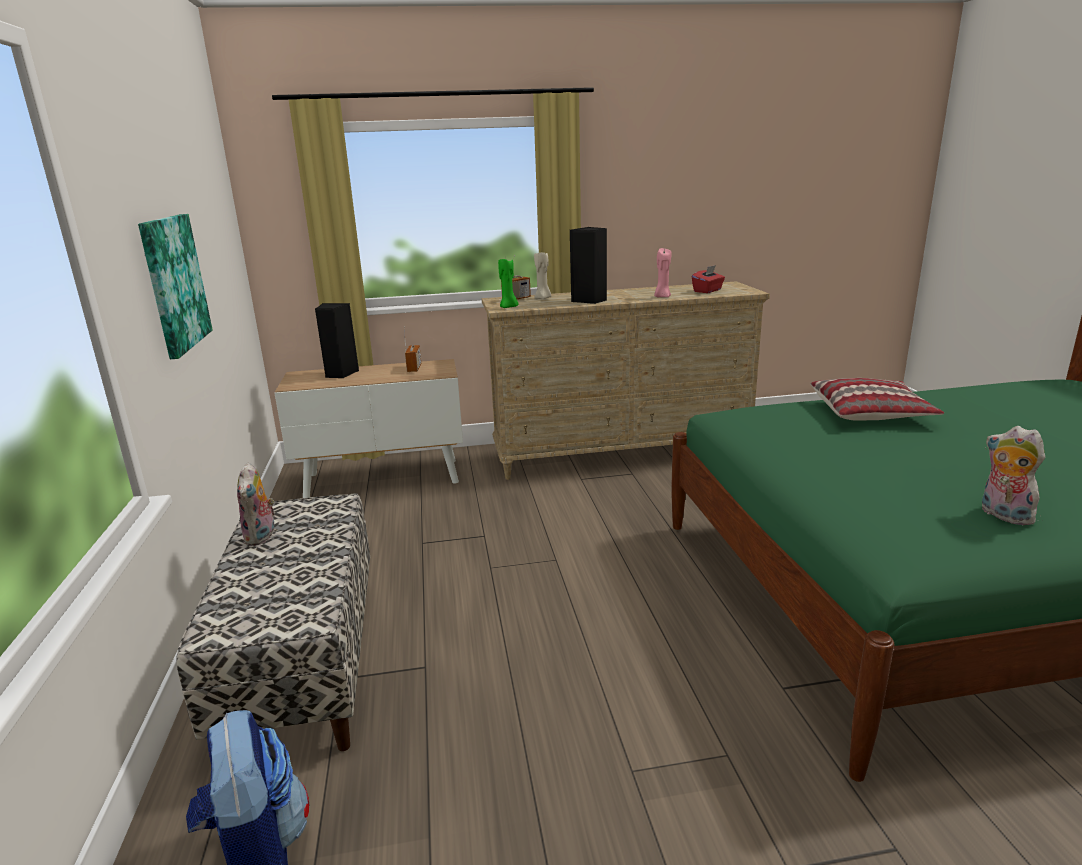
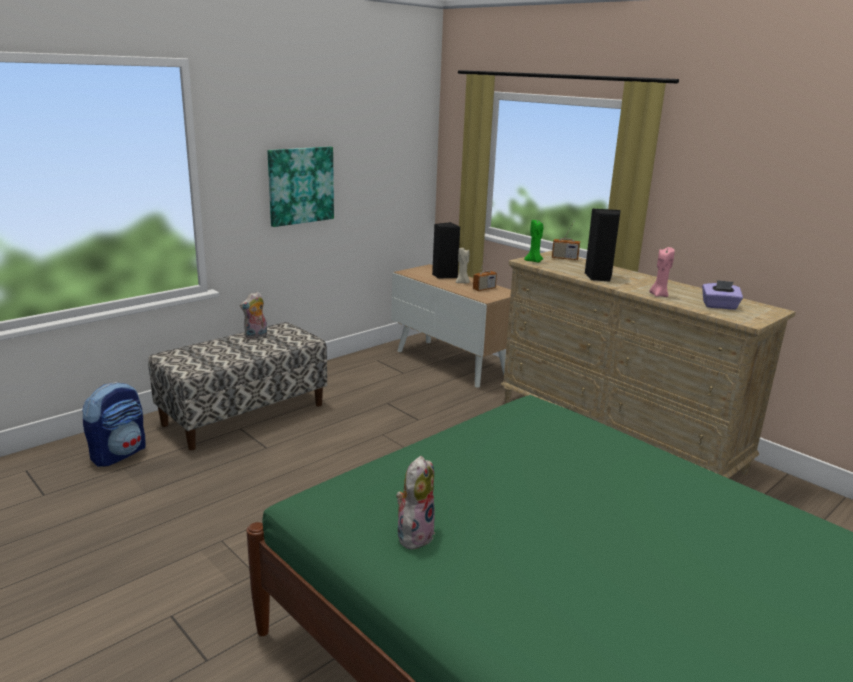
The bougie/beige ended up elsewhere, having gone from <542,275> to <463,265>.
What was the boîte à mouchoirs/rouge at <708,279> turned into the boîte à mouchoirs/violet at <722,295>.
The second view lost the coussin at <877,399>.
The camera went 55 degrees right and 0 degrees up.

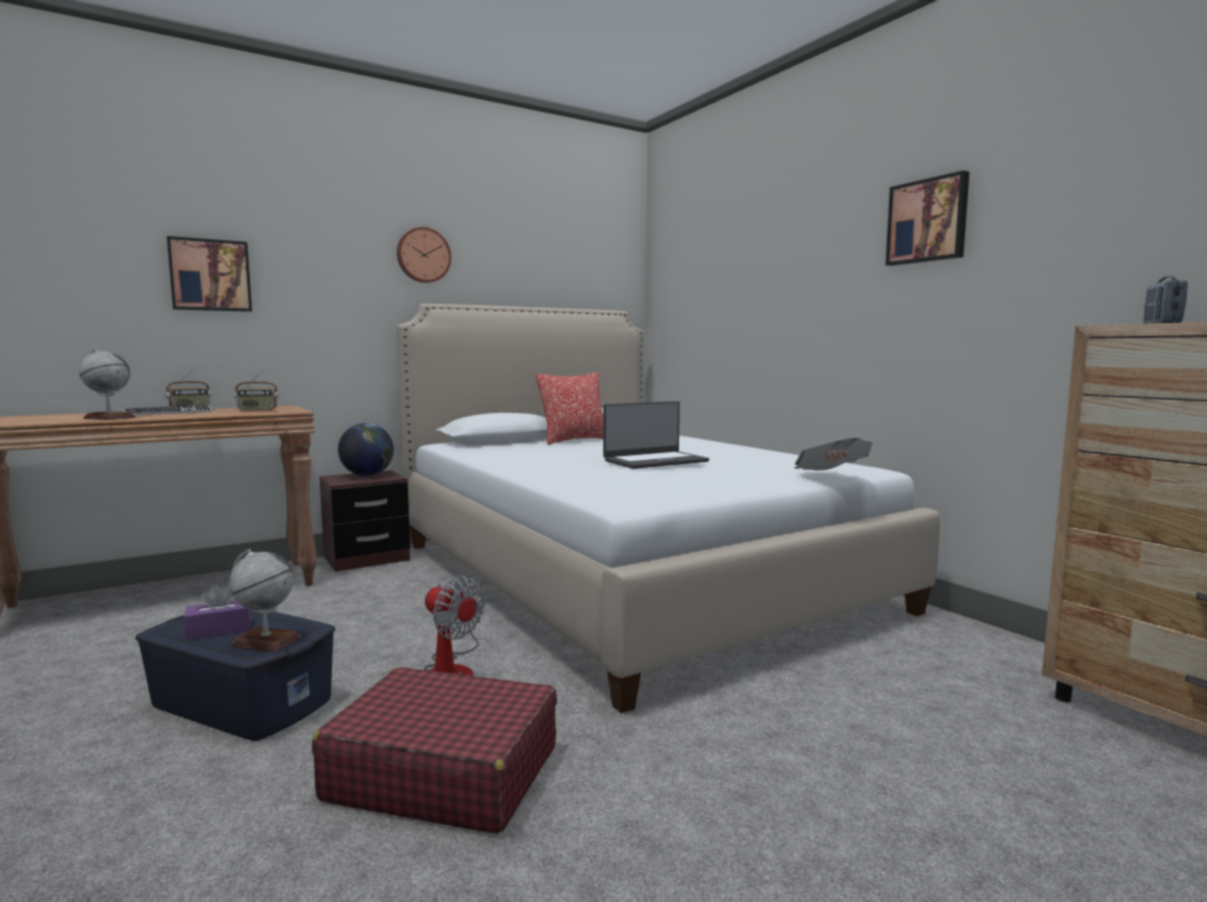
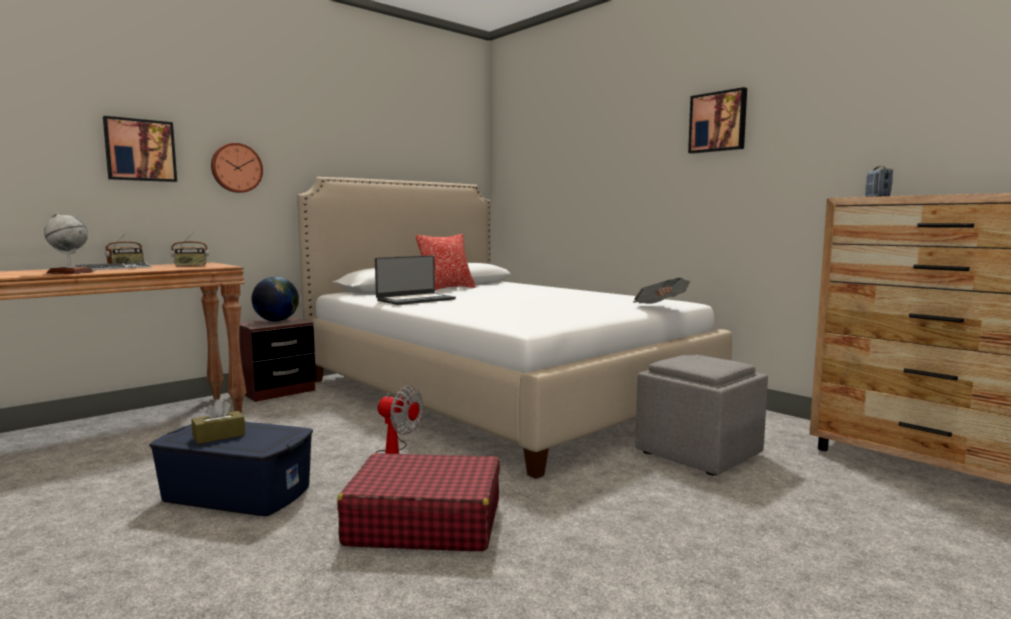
What was the boîte à mouchoirs/violet at <217,612> turned into the boîte à mouchoirs/marron at <218,422>.
The horloge murale ended up elsewhere, having gone from <424,255> to <237,168>.
The ordinateur portable ended up elsewhere, having gone from <656,435> to <415,280>.
The second view gained the pouf/gris at <701,414>.
The second view lost the globe at <265,600>.
The camera went 10 degrees left and 0 degrees up.

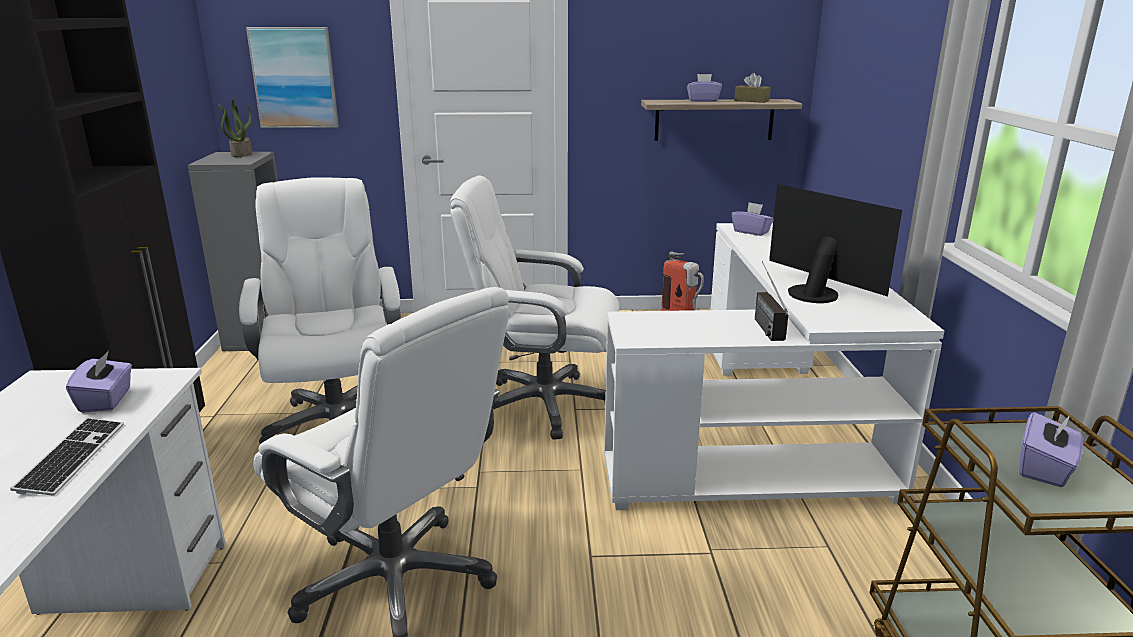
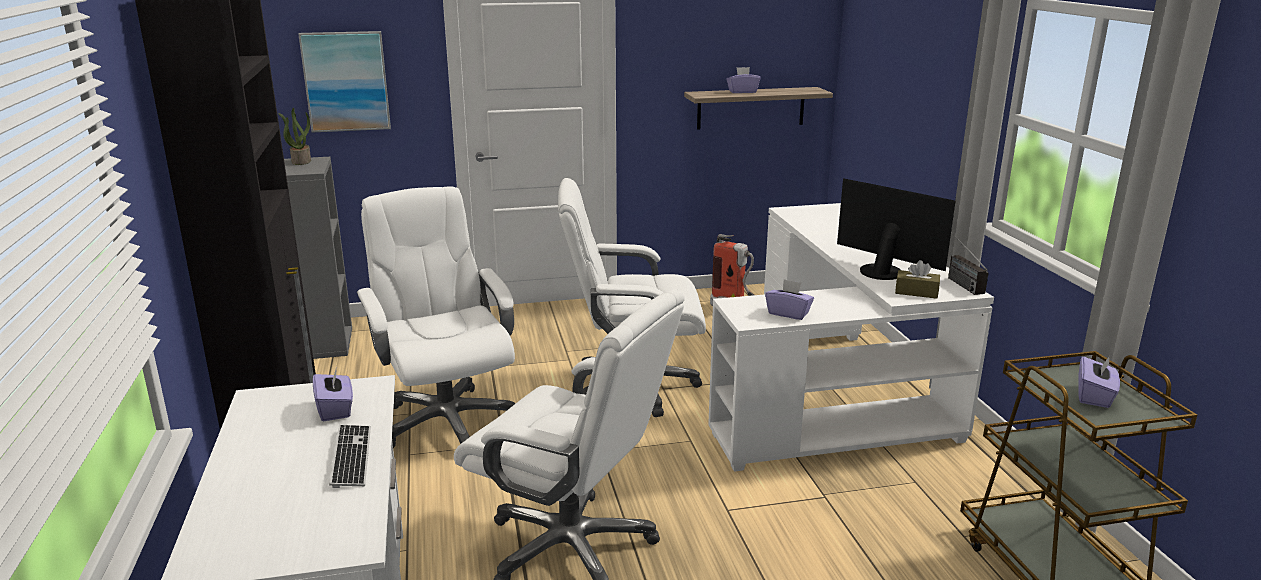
The boîte à mouchoirs/violet ended up elsewhere, having gone from <753,219> to <789,299>.
The boîte à mouchoirs/marron ended up elsewhere, having gone from <752,88> to <917,279>.
The radio ended up elsewhere, having gone from <771,301> to <968,263>.
The camera went 10 degrees left and 0 degrees up.

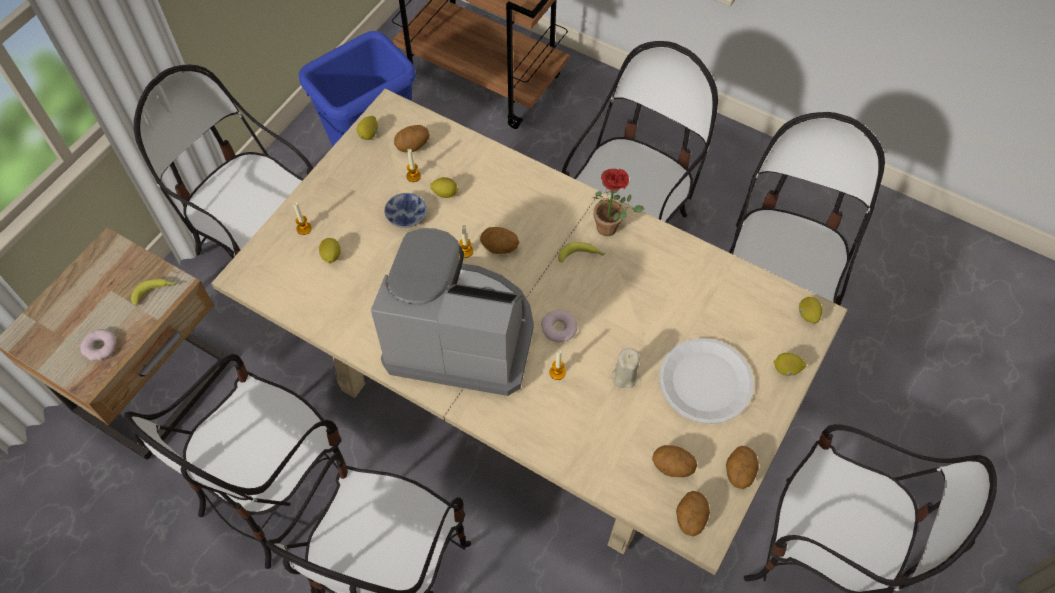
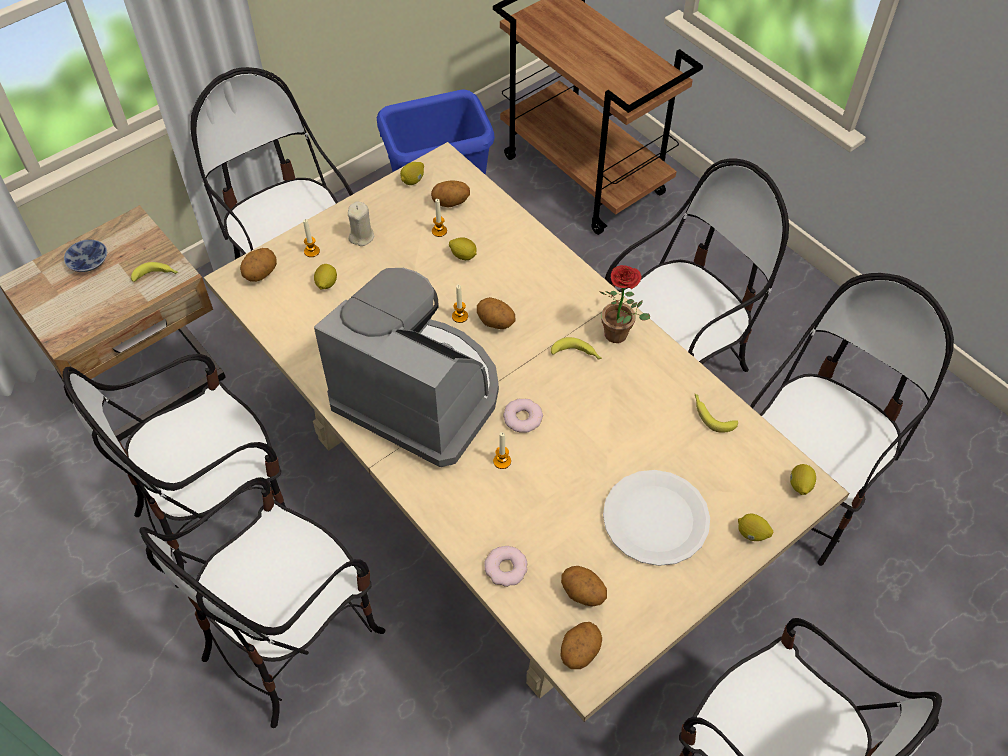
The bol ended up elsewhere, having gone from <405,210> to <85,255>.
The pomme de terre ended up elsewhere, having gone from <742,467> to <258,265>.
The bougie/beige ended up elsewhere, having gone from <626,368> to <361,223>.
The beignet ended up elsewhere, having gone from <98,345> to <505,566>.
The second view gained the banane at <716,413>.
The camera went 20 degrees right and 5 degrees down.

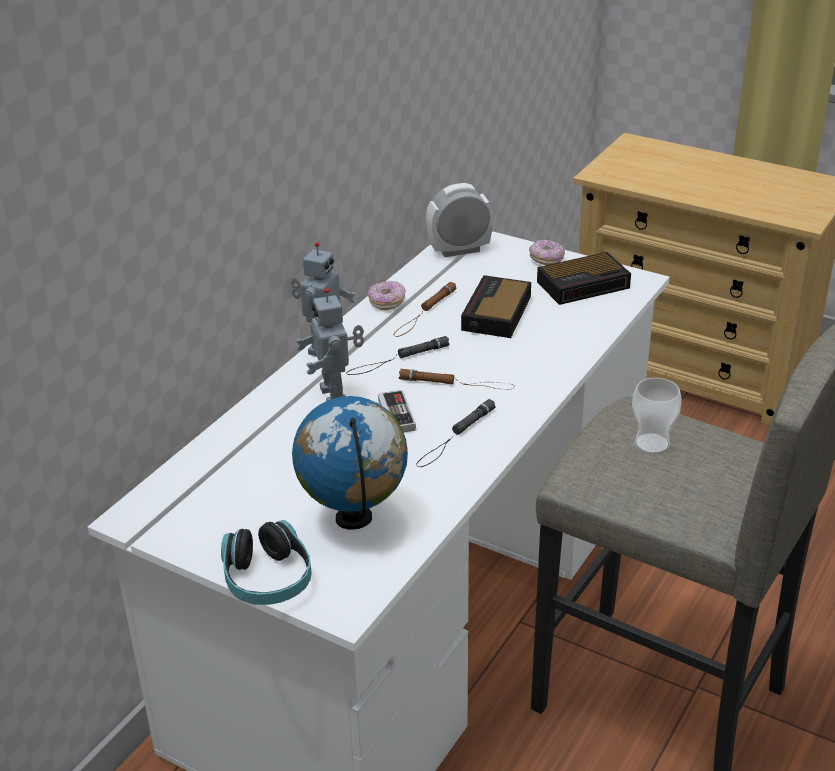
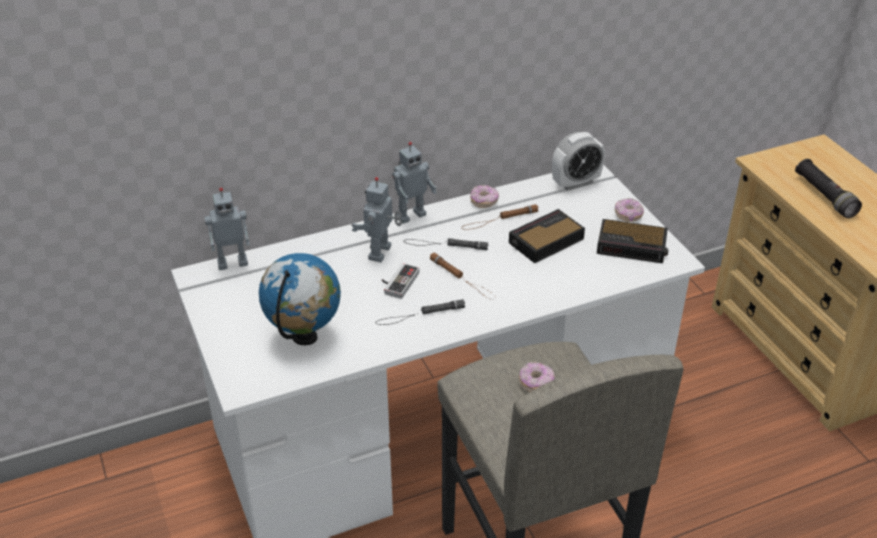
The second view gained the robot jouet at <227,229>.
Where the tasse stood at <657,416>, the beignet came to stand at <537,377>.
The réveil at <459,220> ended up facing another way, 135 degrees clockwise from before.
The second view gained the lampe de poche/noir at <828,188>.
The second view lost the casque audio at <266,562>.
The camera went 35 degrees right and 5 degrees up.

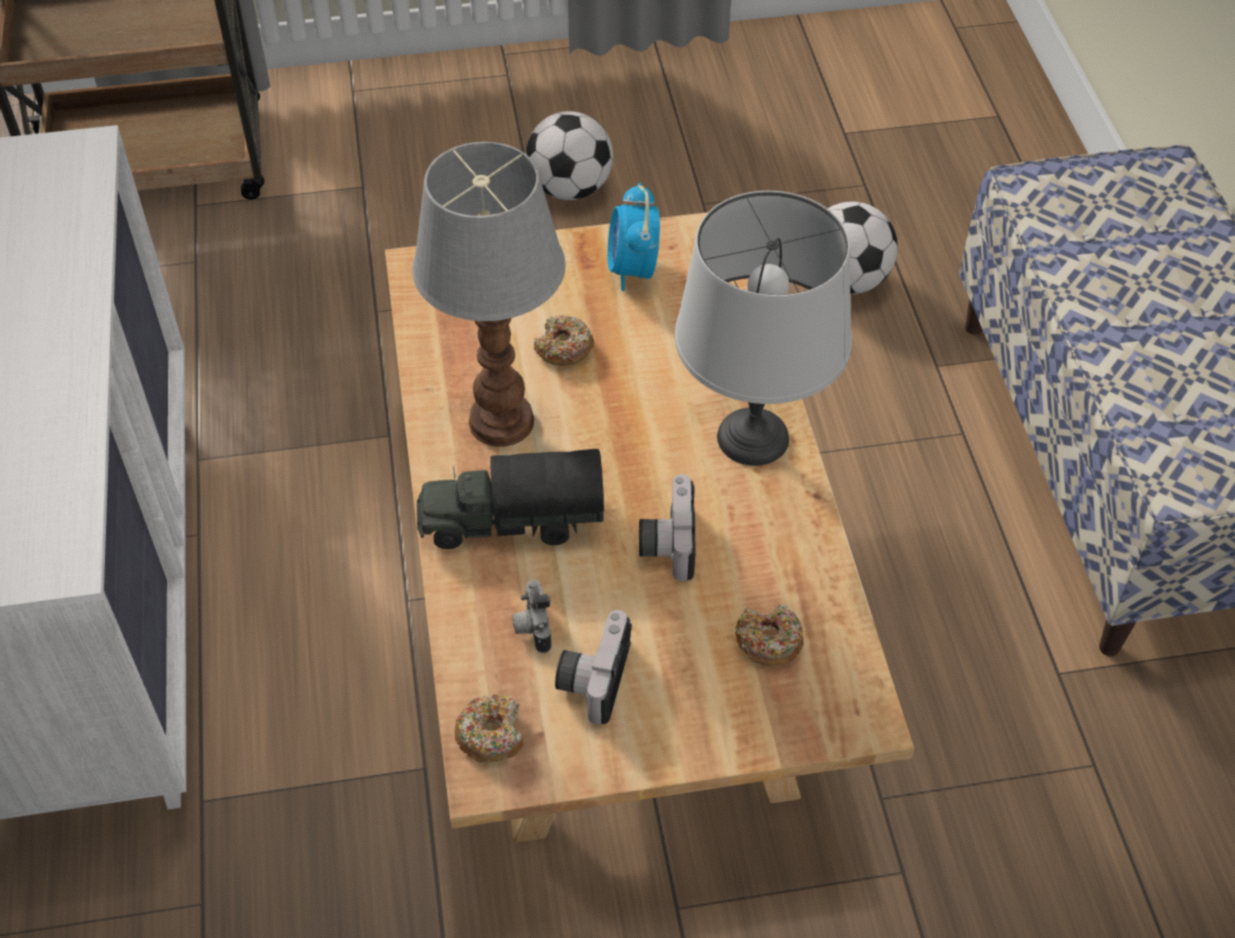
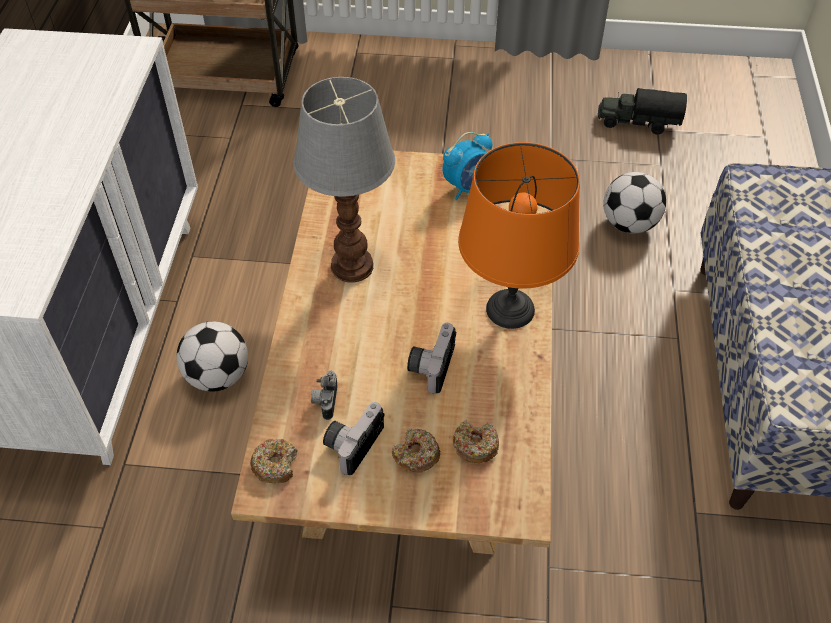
The ballon de foot ended up elsewhere, having gone from <569,155> to <212,356>.
The beignet ended up elsewhere, having gone from <564,340> to <416,450>.
The réveil at <633,237> ended up facing another way, 135 degrees counterclockwise from before.
What was the lampe de table/gris at <763,328> turned into the lampe de table/orange at <519,235>.
The camion jouet ended up elsewhere, having gone from <511,499> to <642,111>.
The camera went 15 degrees right and 0 degrees up.

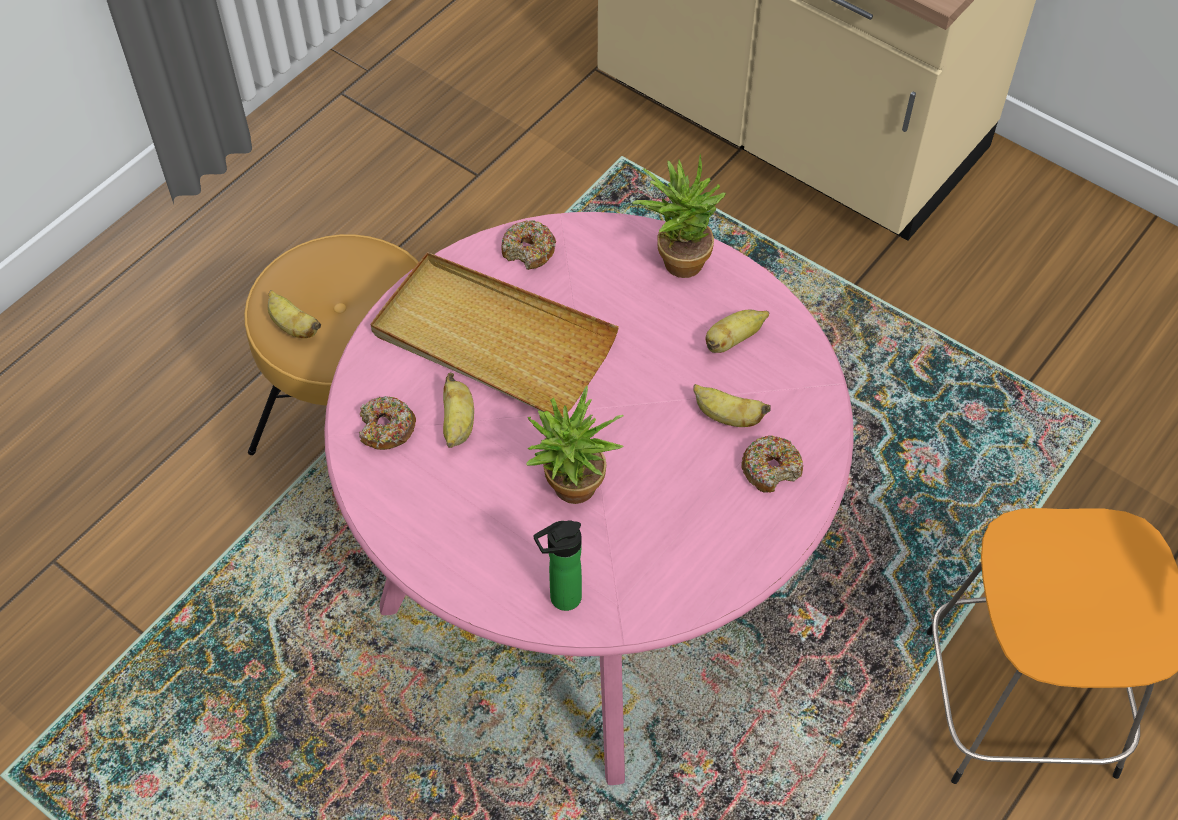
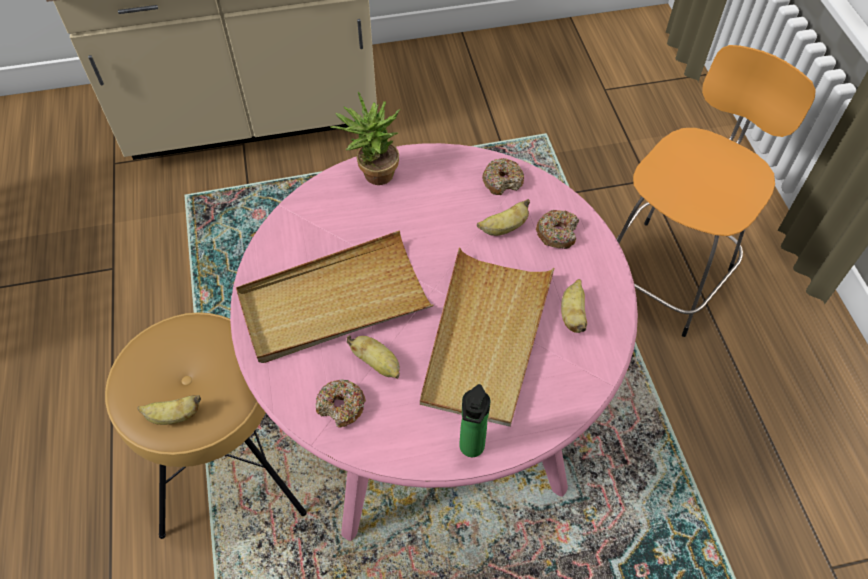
Where the plante en pot stood at <575,445>, the plateau/beige came to stand at <487,337>.
The bouteille ended up elsewhere, having gone from <557,565> to <474,420>.
The beignet ended up elsewhere, having gone from <528,245> to <503,176>.
The banane ended up elsewhere, having gone from <737,331> to <574,306>.
The camera went 50 degrees left and 0 degrees up.

